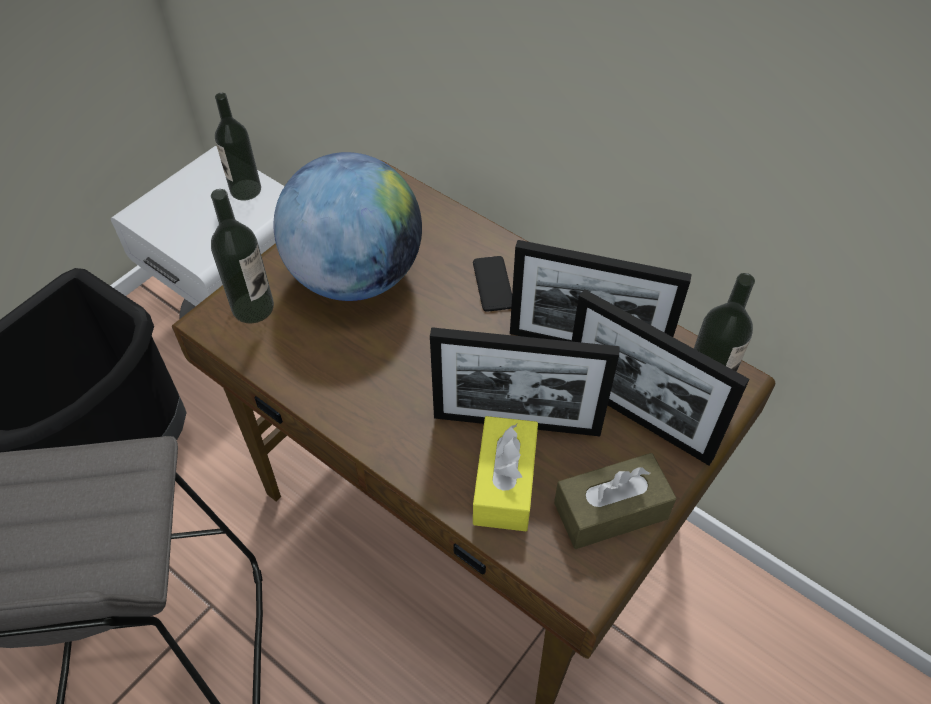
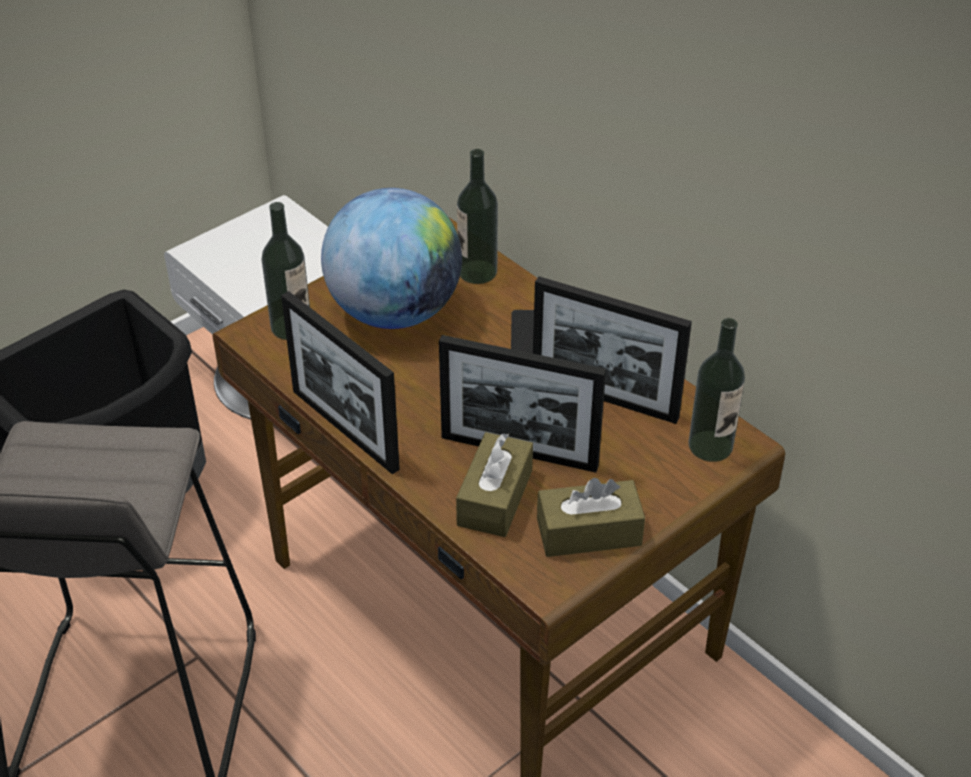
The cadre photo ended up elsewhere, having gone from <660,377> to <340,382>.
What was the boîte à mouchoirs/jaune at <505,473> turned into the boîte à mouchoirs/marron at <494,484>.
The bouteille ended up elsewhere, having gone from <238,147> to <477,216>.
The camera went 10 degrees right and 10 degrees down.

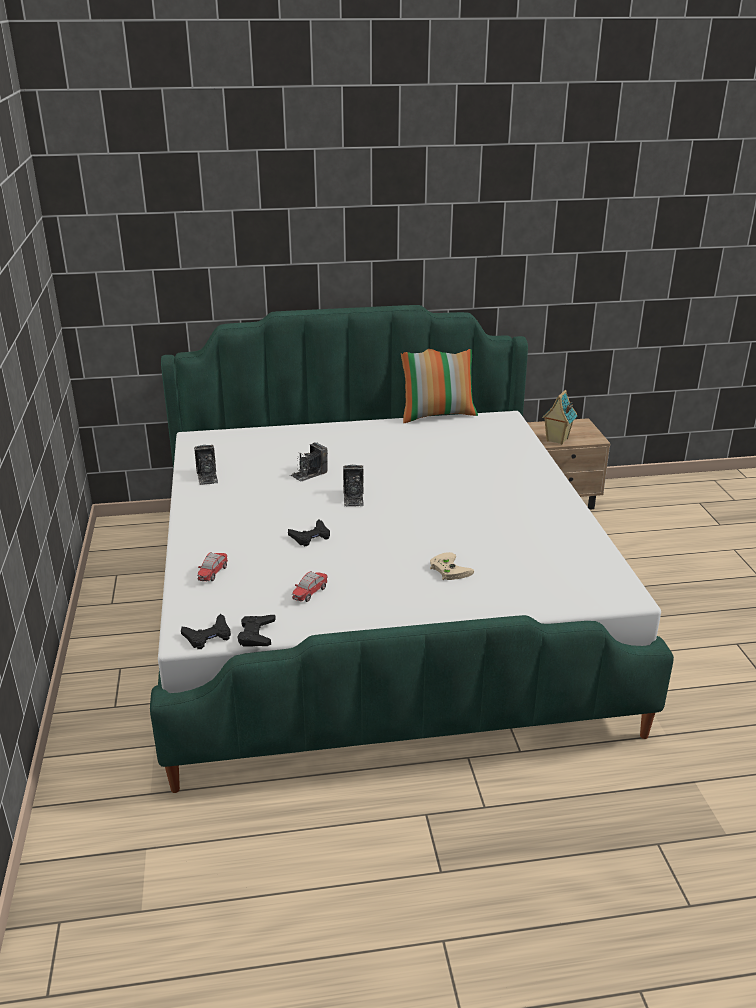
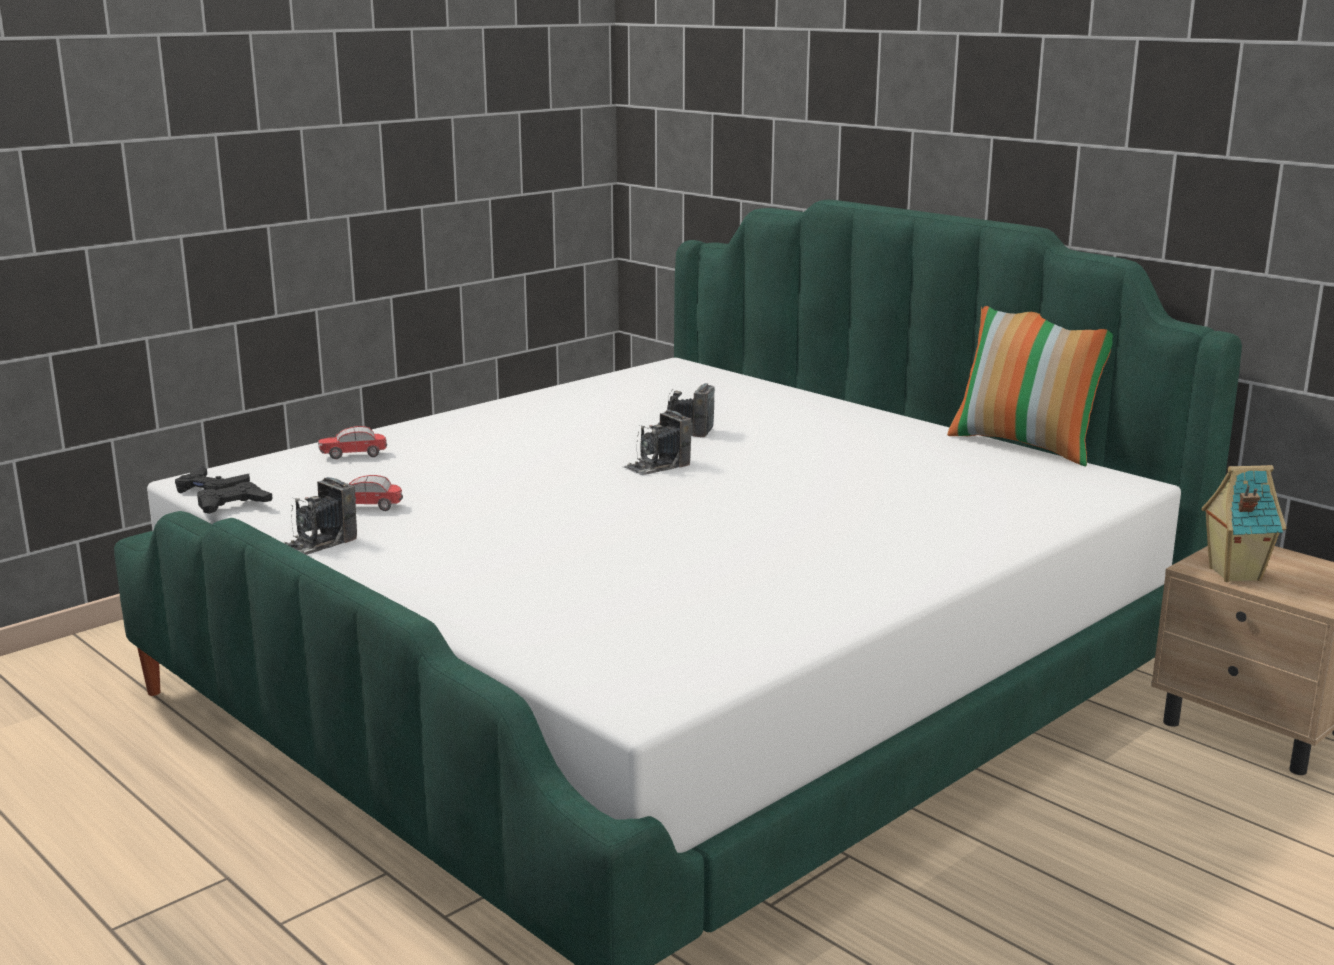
The appareil photo ended up elsewhere, having gone from <206,465> to <320,516>.
The second view lost the manette/noir at <309,533>.
The second view lost the manette/beige at <452,566>.
The camera went 55 degrees right and 10 degrees down.

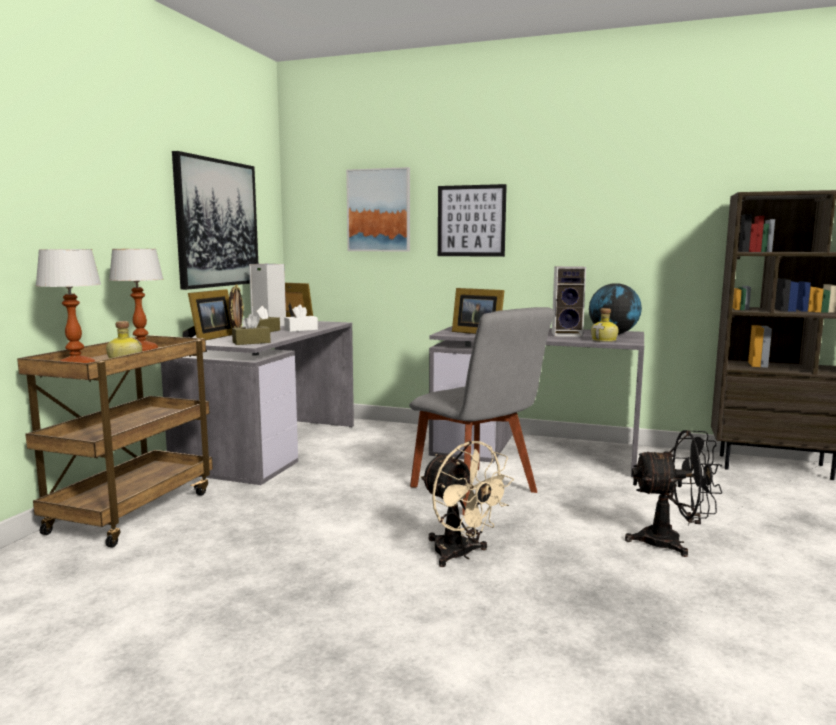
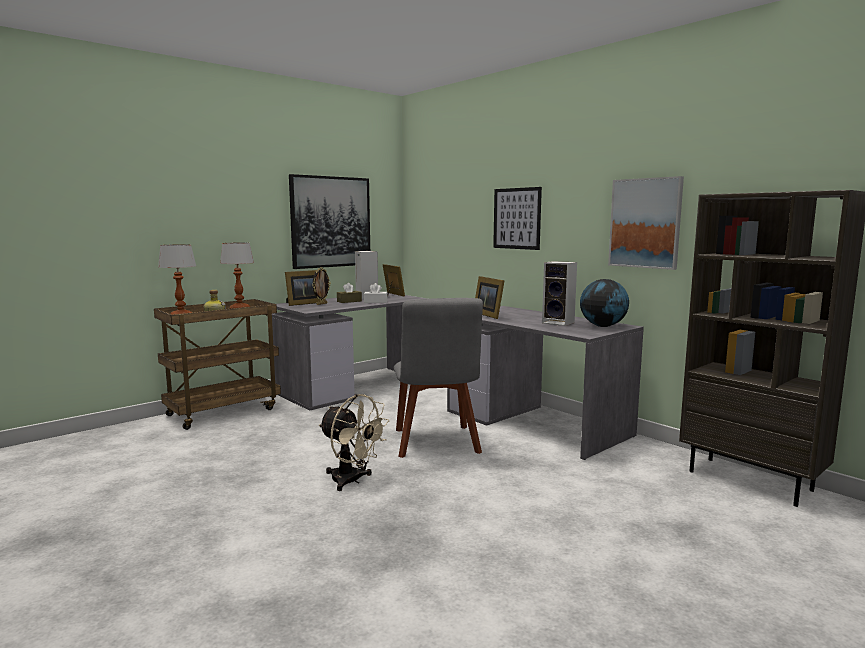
The ventilateur/beige at <467,504> ended up facing another way, 45 degrees counterclockwise from before.
The tableau ended up elsewhere, having gone from <378,209> to <646,223>.
The second view lost the boîte à mouchoirs/marron at <251,329>.
The second view lost the bouteille at <605,325>.
The second view lost the ventilateur/noir at <673,493>.
The camera went 30 degrees right and 0 degrees up.

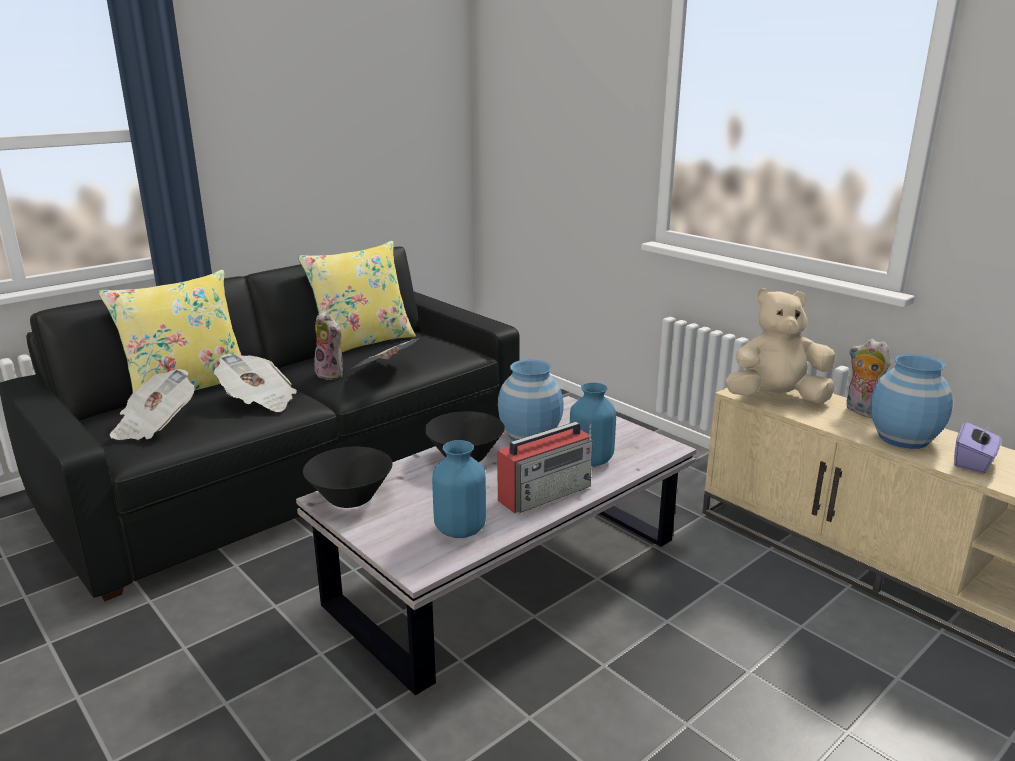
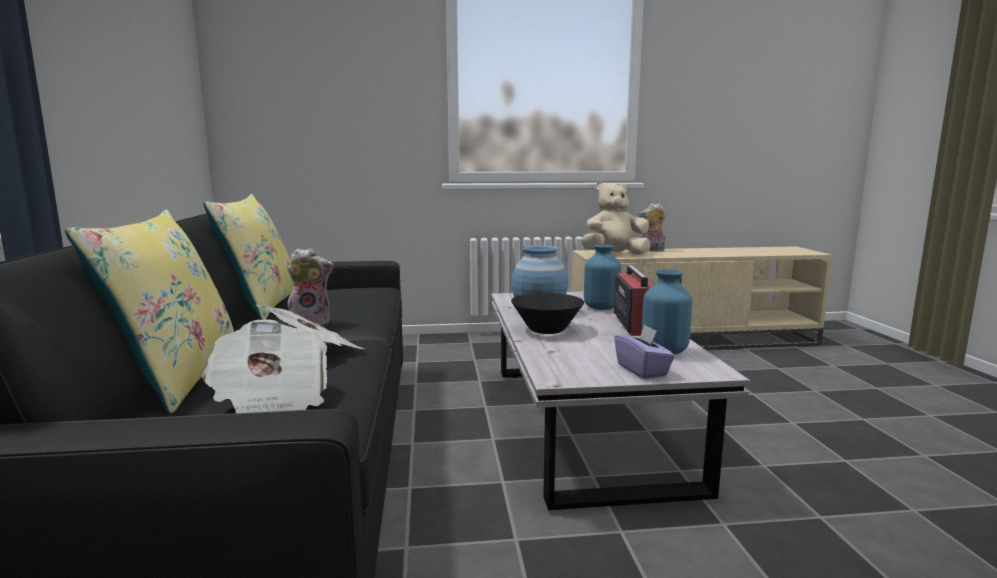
The peluche/beige at <780,346> ended up facing another way, 45 degrees clockwise from before.
The boîte à mouchoirs/violet ended up elsewhere, having gone from <977,448> to <644,351>.
The second view lost the bol/noir at <347,477>.
The second view lost the journal at <386,353>.
The second view lost the vase/bleu at <912,401>.
The camera went 55 degrees left and 10 degrees down.

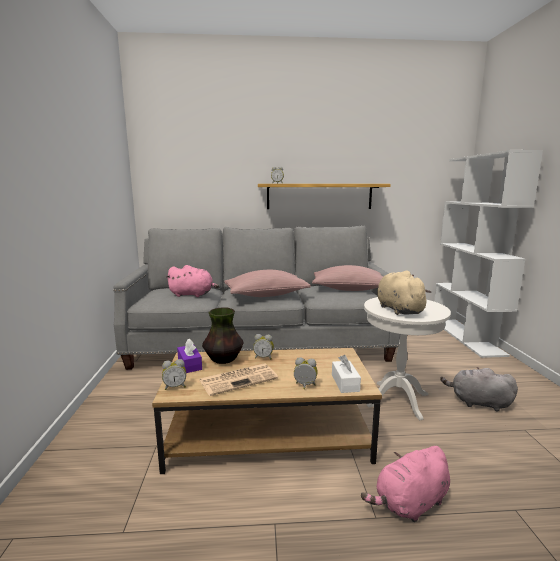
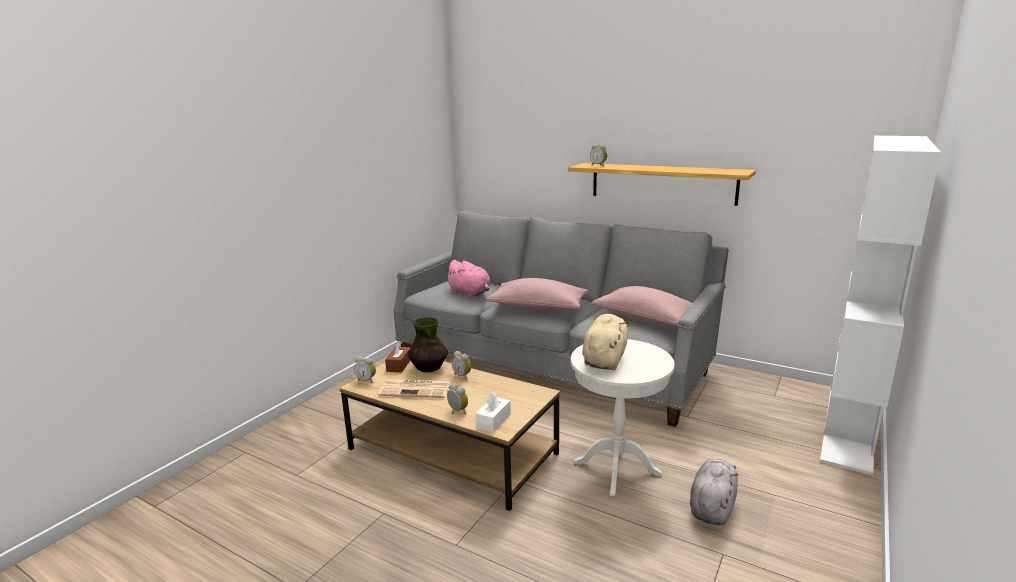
What was the boîte à mouchoirs/violet at <189,356> turned into the boîte à mouchoirs/marron at <397,356>.
The peluche/gris at <479,389> ended up facing another way, 60 degrees clockwise from before.
The second view lost the peluche/rose at <405,484>.
The camera went 35 degrees right and 5 degrees up.

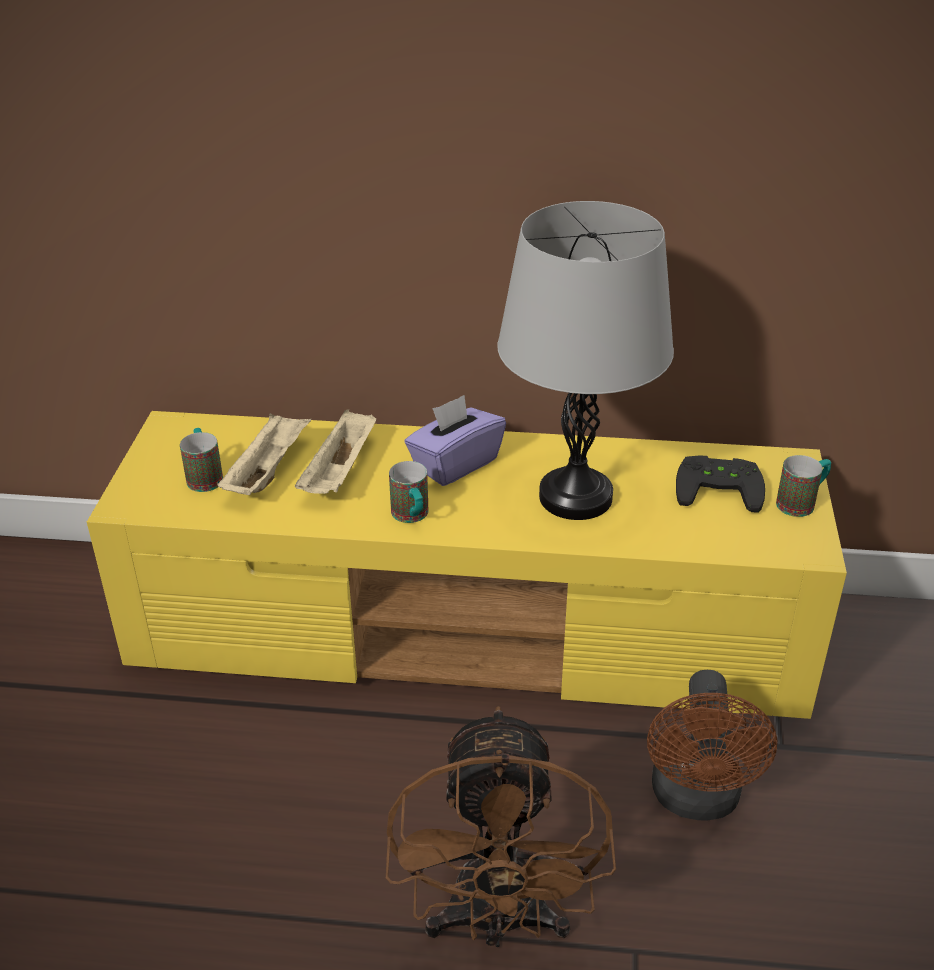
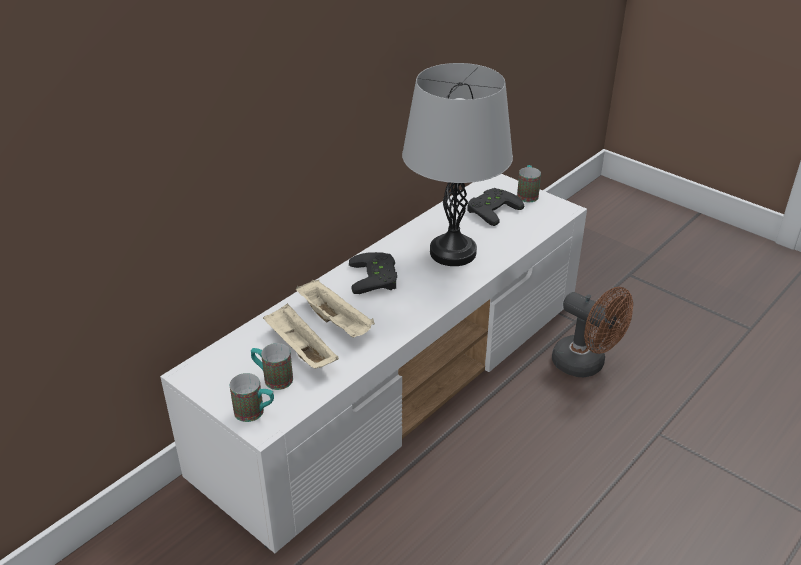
What was the meuble télé/jaune at <467,565> turned into the meuble télé/blanc at <373,363>.
The mug ended up elsewhere, having gone from <409,492> to <252,397>.
Where the boîte à mouchoirs/violet stood at <455,440>, the manette/noir came to stand at <373,273>.
The second view lost the ventilateur/marron at <501,826>.
The camera went 55 degrees left and 0 degrees up.

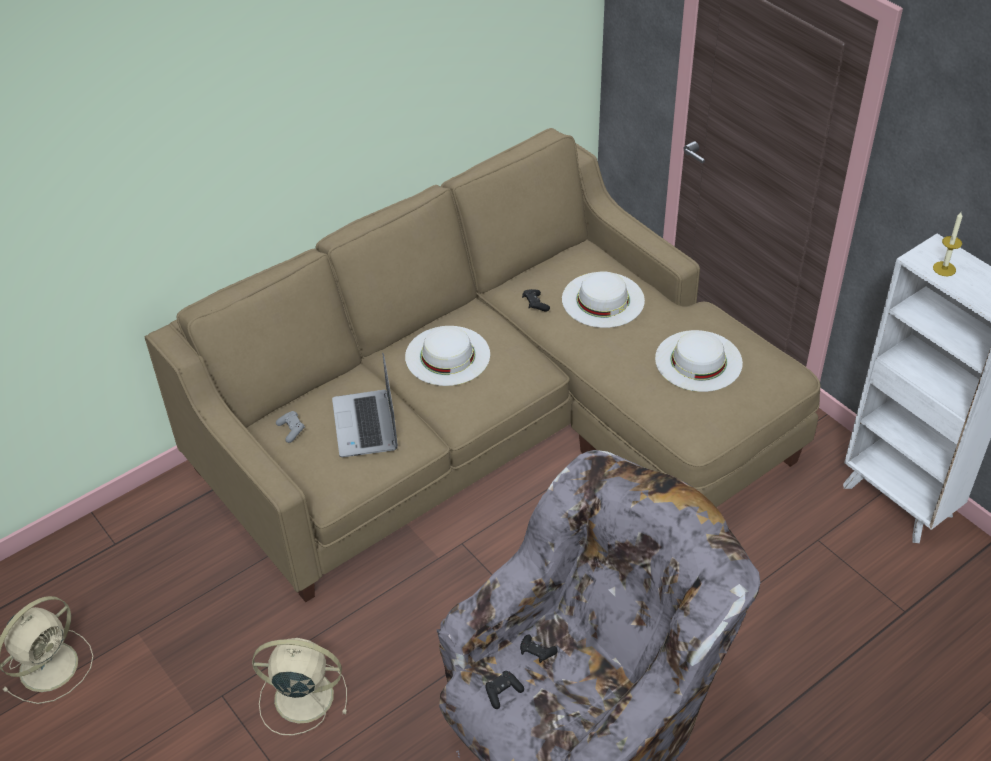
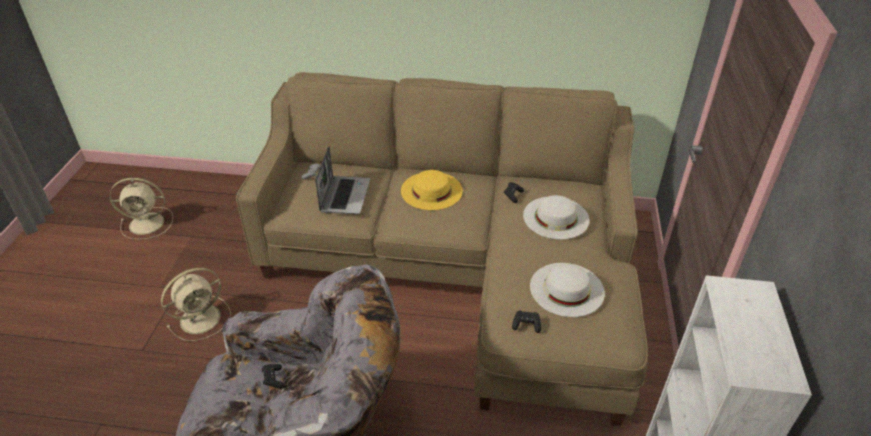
The ventilateur/beige at <299,686> ended up facing another way, 90 degrees clockwise from before.
The ordinateur portable at <365,405> ended up facing another way, 150 degrees clockwise from before.
What was the chapeau/blanc at <447,356> turned into the chapeau/jaune at <432,190>.
The manette/noir ended up elsewhere, having gone from <504,690> to <526,321>.
The second view lost the bougie at <947,244>.
The camera went 45 degrees right and 5 degrees down.

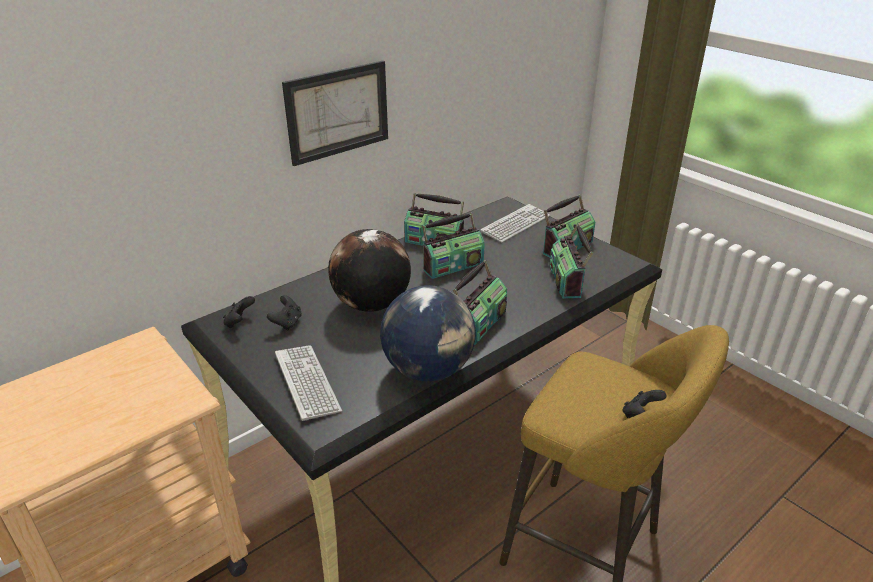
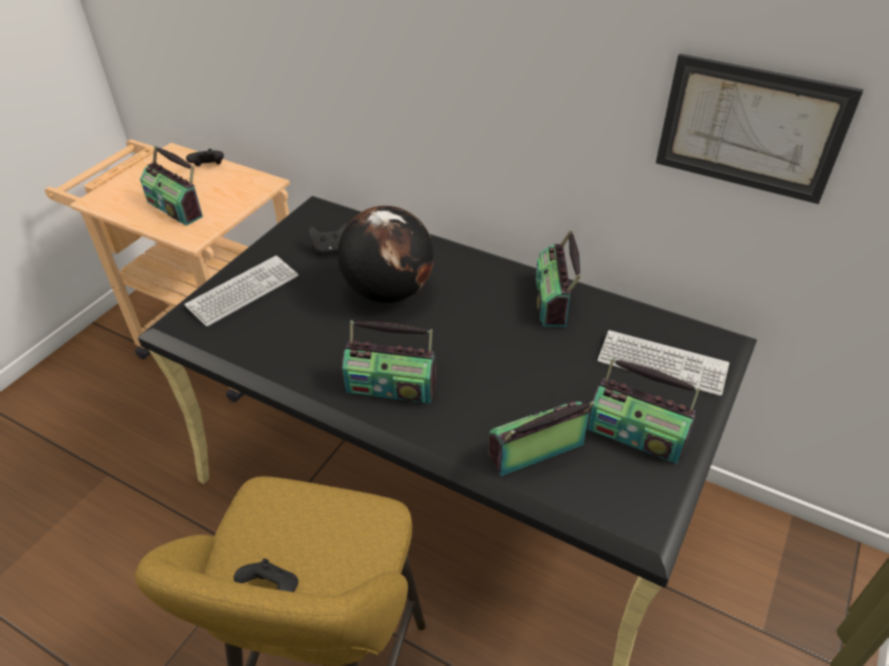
The radio ended up elsewhere, having gone from <453,246> to <171,186>.
The manette/noir ended up elsewhere, having gone from <239,312> to <205,157>.
The tableau ended up elsewhere, having gone from <335,113> to <760,129>.
The second view lost the globe at <428,333>.
The camera went 70 degrees right and 10 degrees up.

